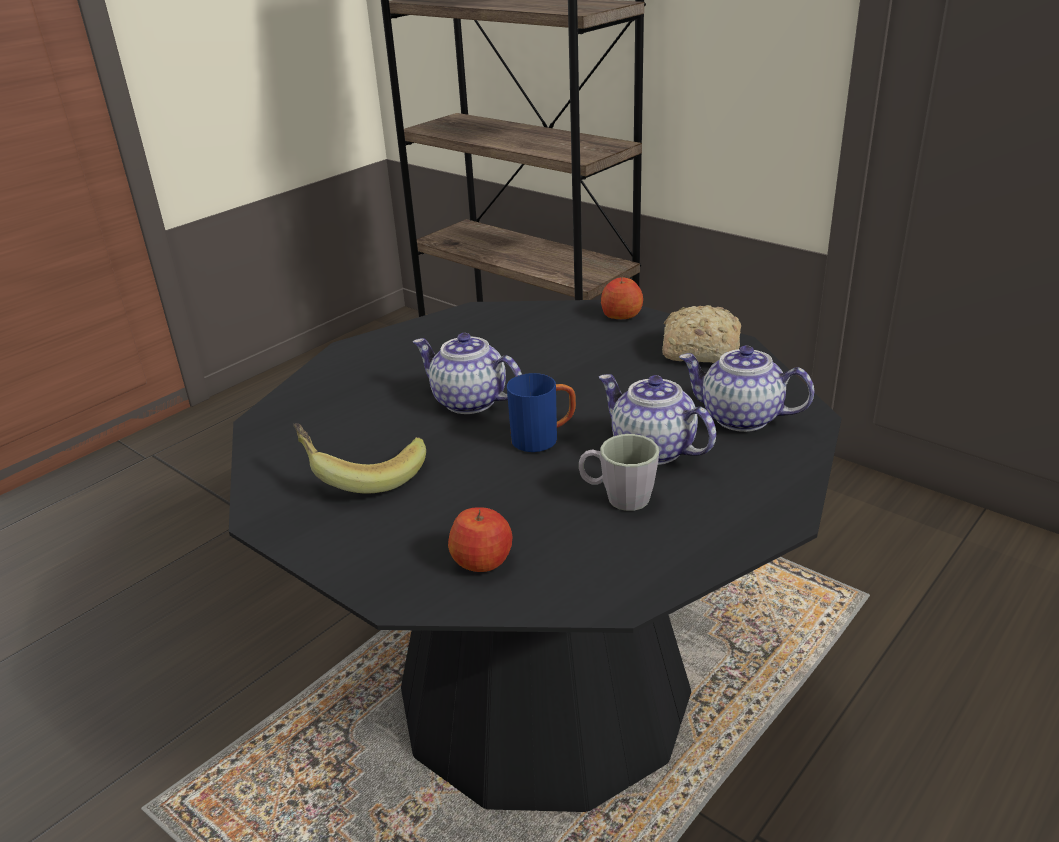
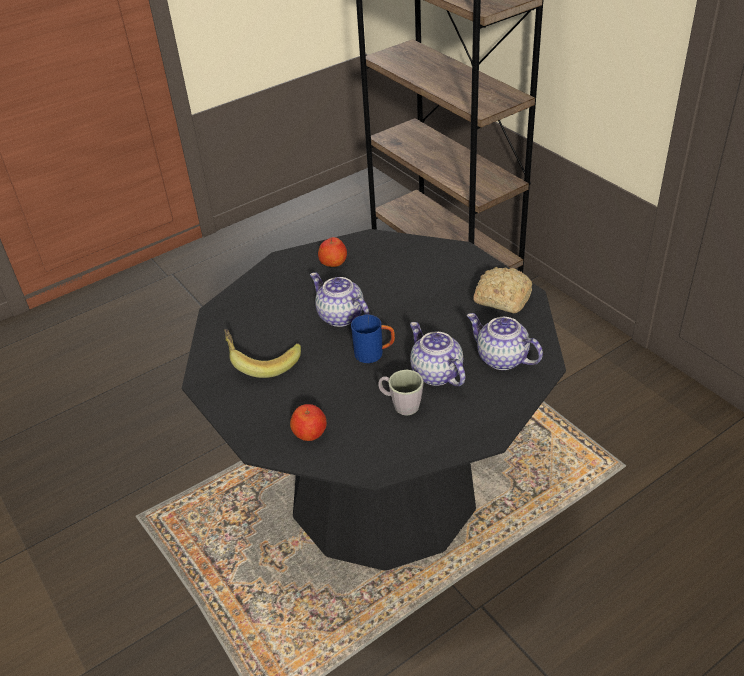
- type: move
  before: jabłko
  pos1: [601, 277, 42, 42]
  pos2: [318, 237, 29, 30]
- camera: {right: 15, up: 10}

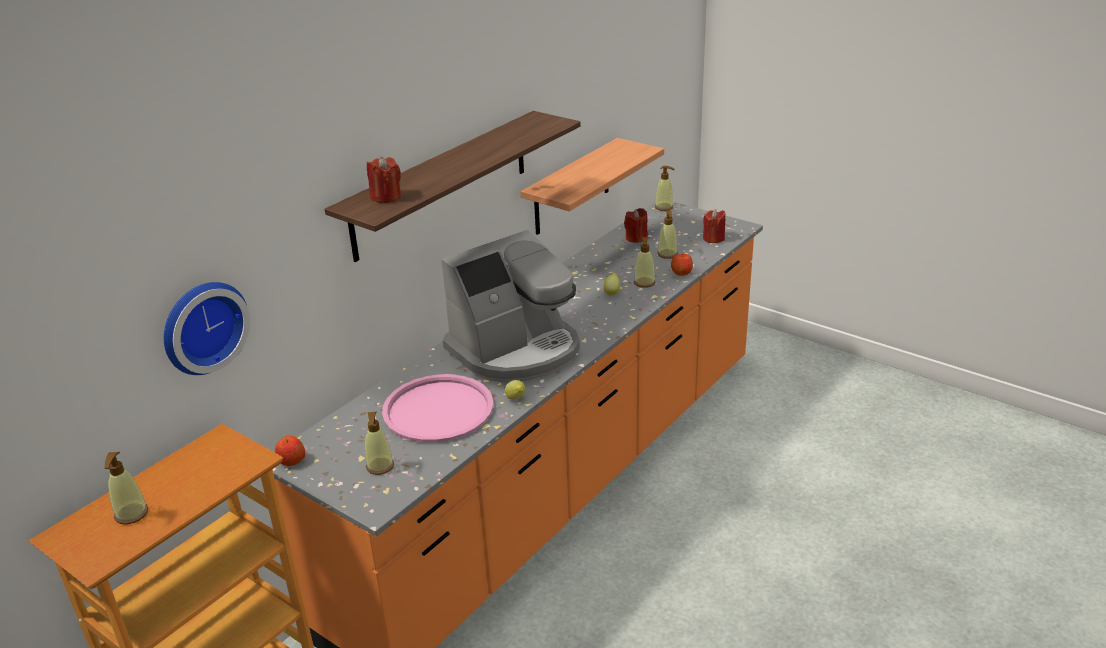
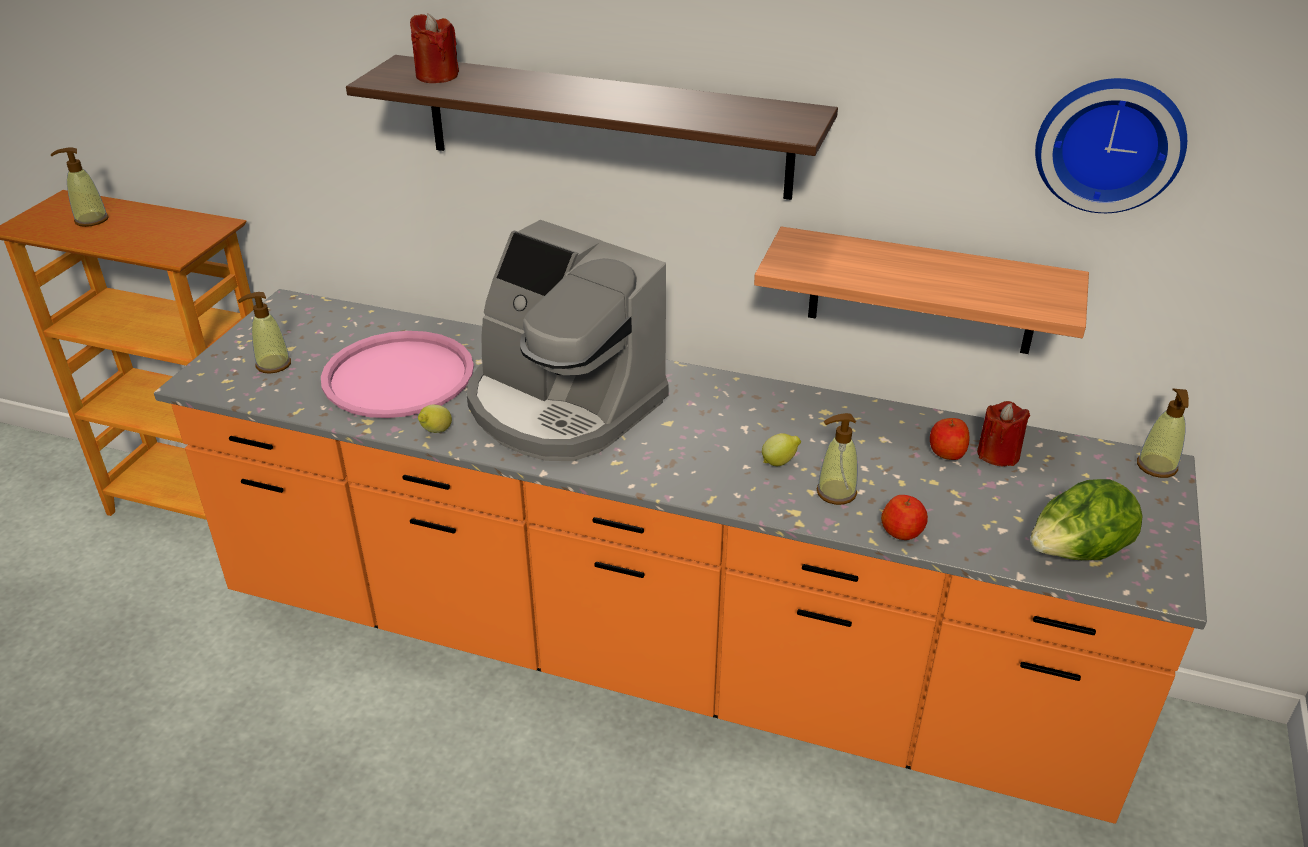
- type: replace
  before: świeca [czerwony]
  after: sałata
  pos1: [703, 209, 22, 34]
  pos2: [1030, 479, 112, 81]
- type: delete
  before: dozownik mydła
  pos1: [657, 210, 21, 49]
- type: move
  before: zegar ścienny
  pos1: [164, 282, 86, 93]
  pos2: [1035, 78, 152, 135]
- type: move
  before: jabłko
  pos1: [275, 435, 30, 31]
  pos2: [930, 418, 39, 42]
- camera: {right: 70, up: 5}

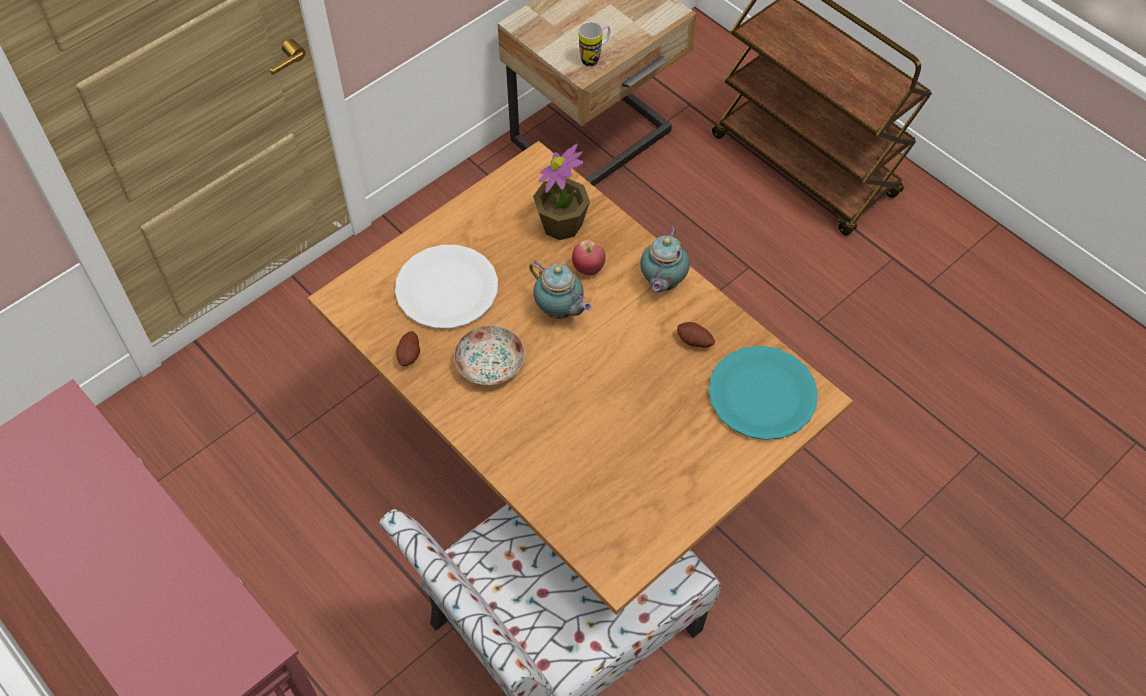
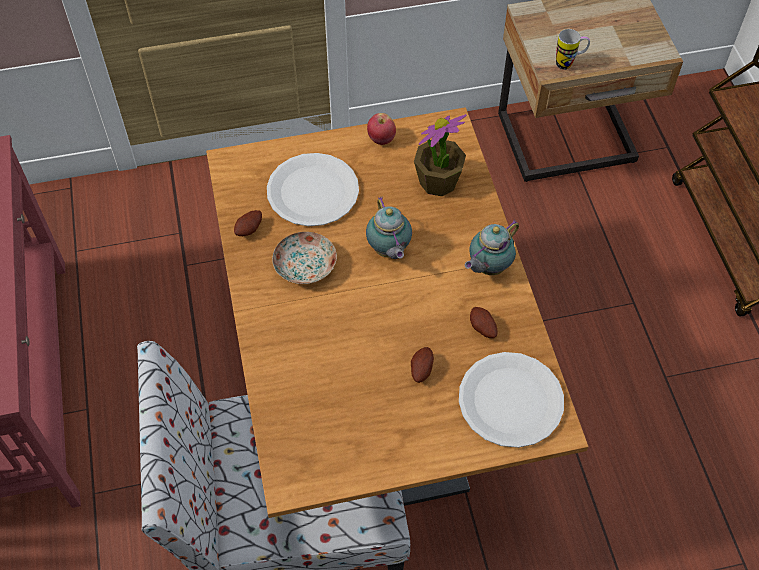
- type: move
  before: jabłko
  pos1: [572, 240, 34, 35]
  pos2: [367, 113, 29, 32]
- type: recolor
  before: talerz [turkusowy]
  after: talerz [biały]
  pos1: [708, 346, 110, 94]
  pos2: [459, 352, 105, 96]
- type: insert
  after: ziemniak
  pos2: [411, 347, 23, 36]
- camera: {right: 30, up: 0}

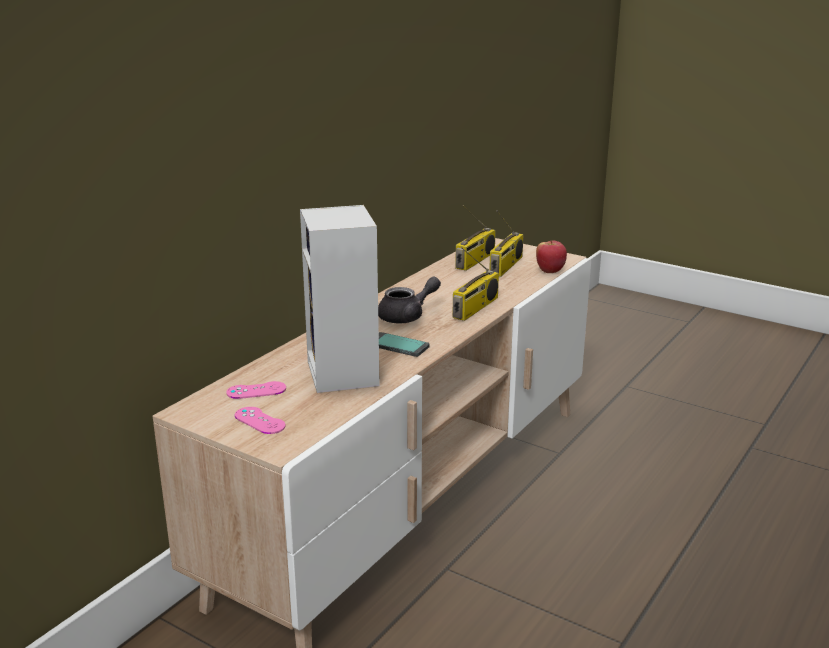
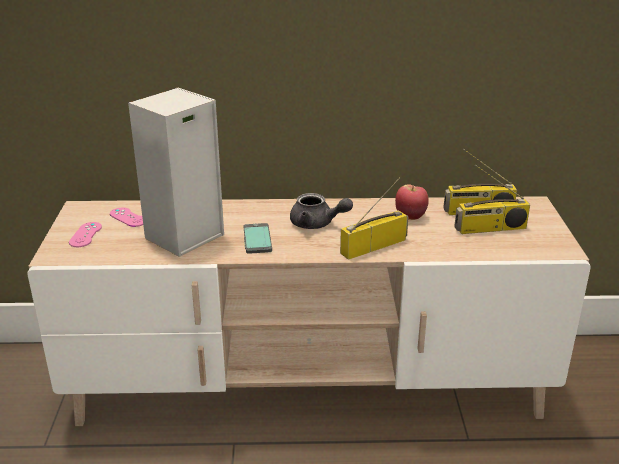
- type: move
  before: jabłko
  pos1: [536, 241, 31, 32]
  pos2: [395, 184, 34, 36]
- type: rotate
  before: radio
  pos1: [452, 247, 47, 74]
  pos2: [340, 178, 69, 82]
  turn: 150
- camera: {right: 55, up: 5}

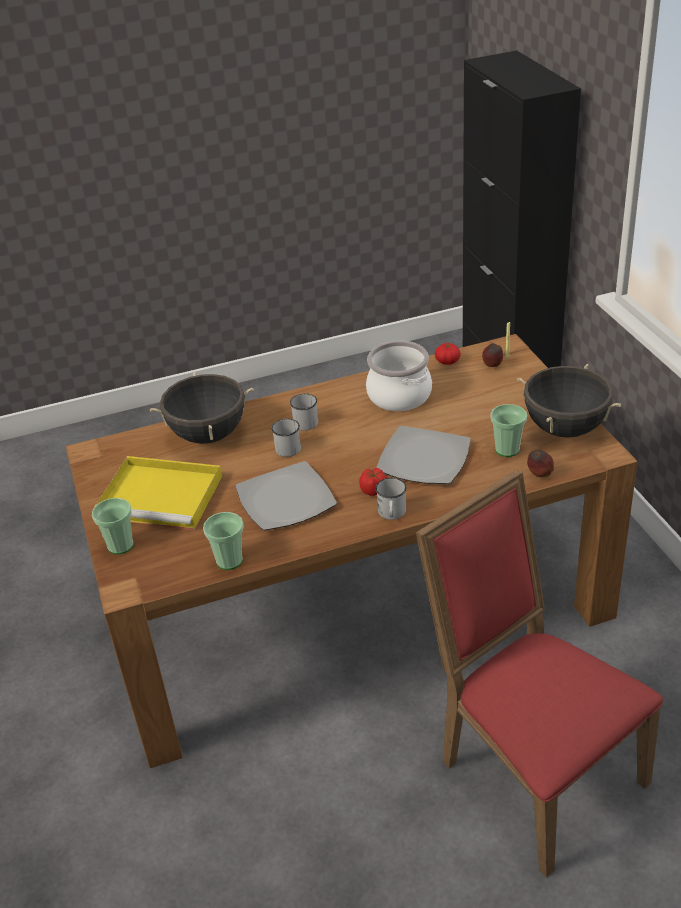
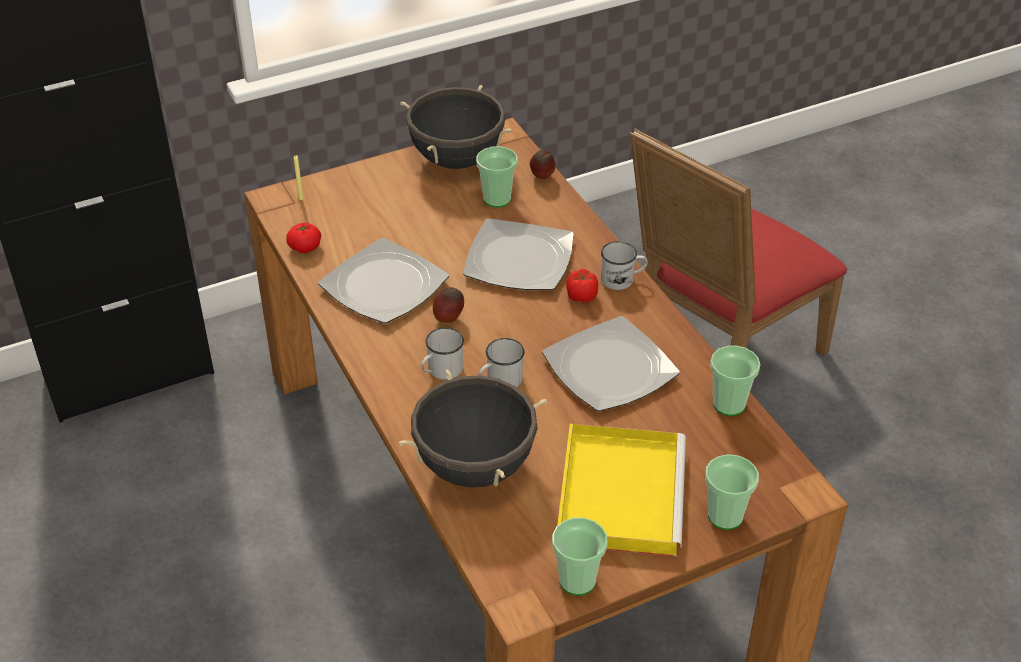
- type: replace
  before: garnek
  after: talerz
  pos1: [366, 341, 66, 70]
  pos2: [318, 238, 131, 85]
- type: move
  before: jabłko
  pos1: [482, 343, 21, 24]
  pos2: [433, 287, 31, 36]
- type: insert
  after: filiżanka
  pos2: [552, 518, 56, 77]
- camera: {right: -100, up: 5}

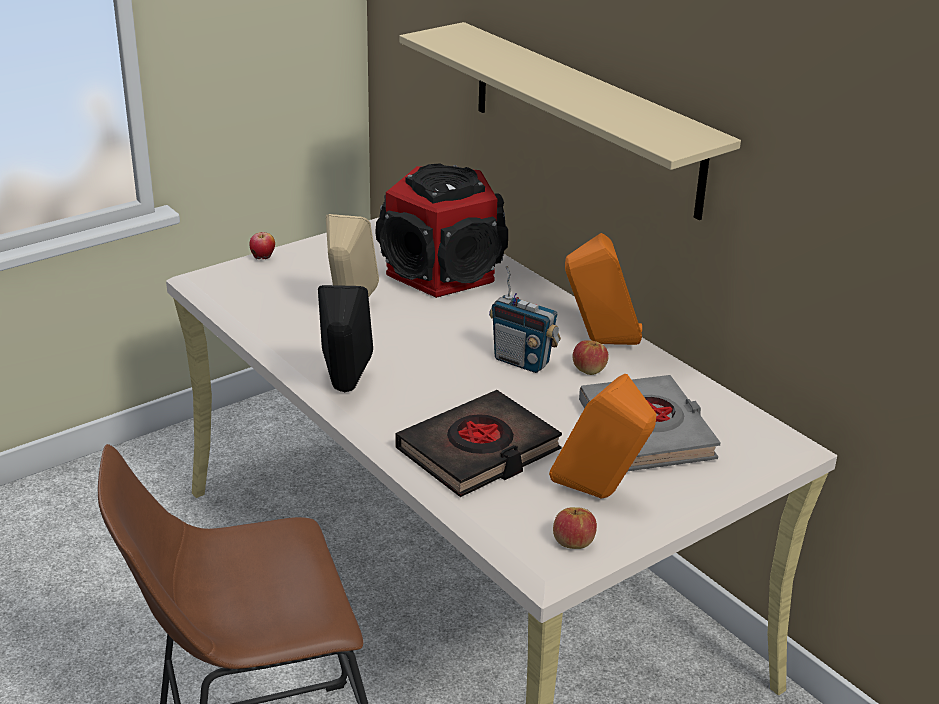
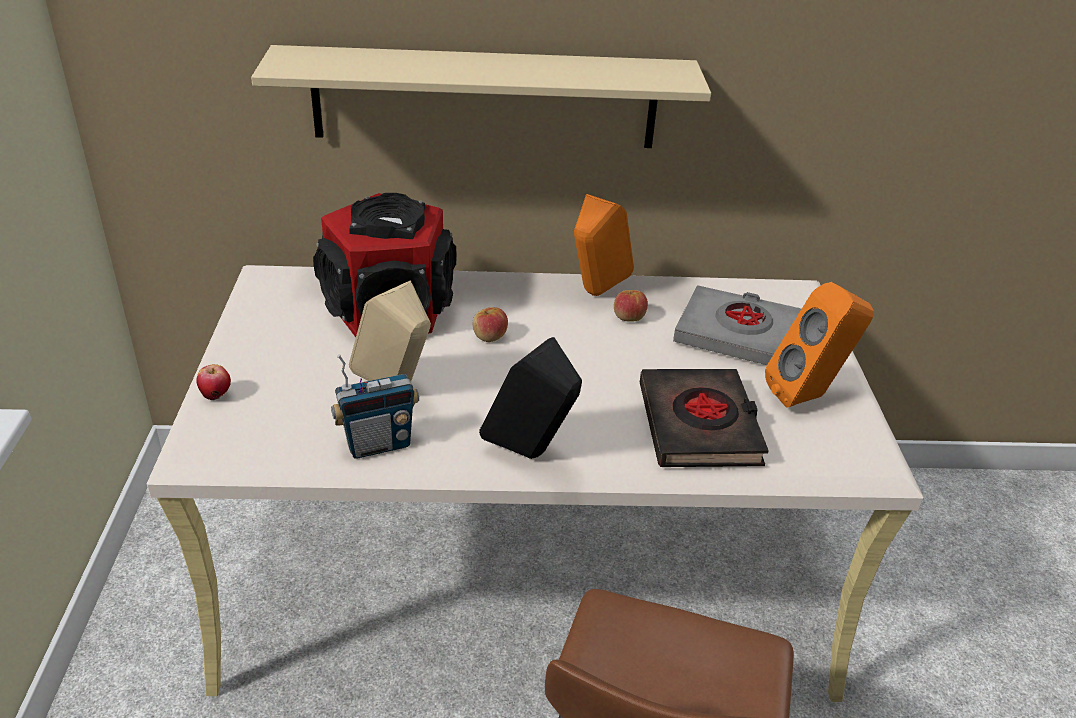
- type: move
  before: radio
  pos1: [489, 265, 72, 108]
  pos2: [331, 354, 88, 105]
- type: move
  before: jabłko
  pos1: [553, 507, 44, 42]
  pos2: [473, 307, 35, 35]
- camera: {right: -55, up: 5}

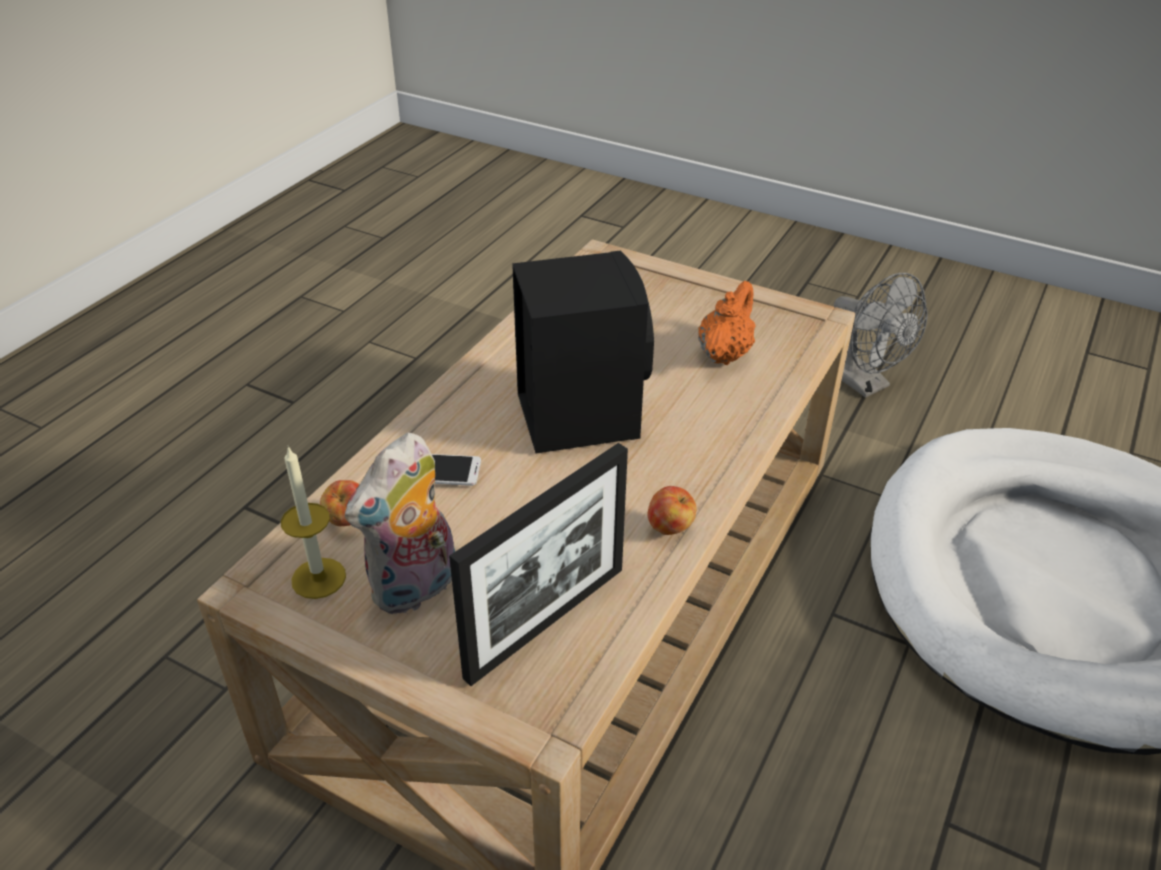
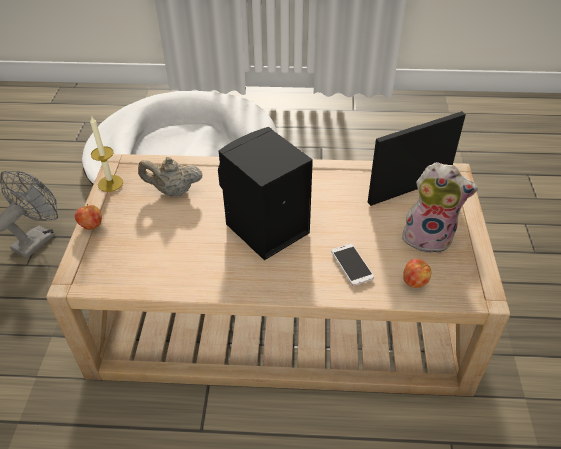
- type: recolor
  before: imbryk [pomarańczowy]
  after: imbryk [beżowy]
  pos1: [698, 281, 58, 84]
  pos2: [138, 157, 64, 40]
- type: rotate
  before: ramka na zdjęcie
  pos1: [449, 443, 179, 243]
  pos2: [368, 111, 98, 95]
  turn: -45
- type: move
  before: świeca
  pos1: [281, 446, 65, 153]
  pos2: [90, 115, 33, 77]
- type: move
  before: jabłko
  pos1: [648, 486, 49, 49]
  pos2: [75, 204, 27, 26]
- camera: {right: -115, up: 5}

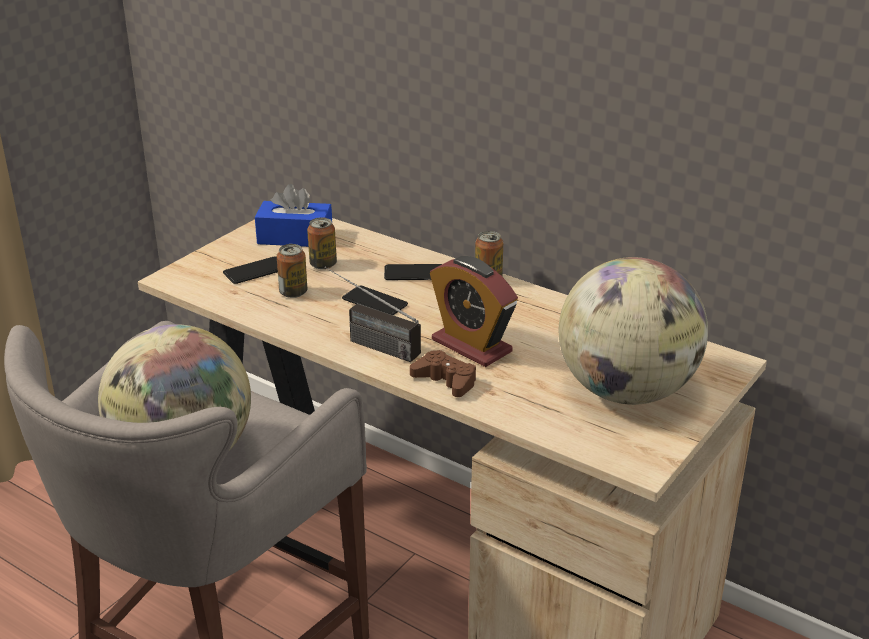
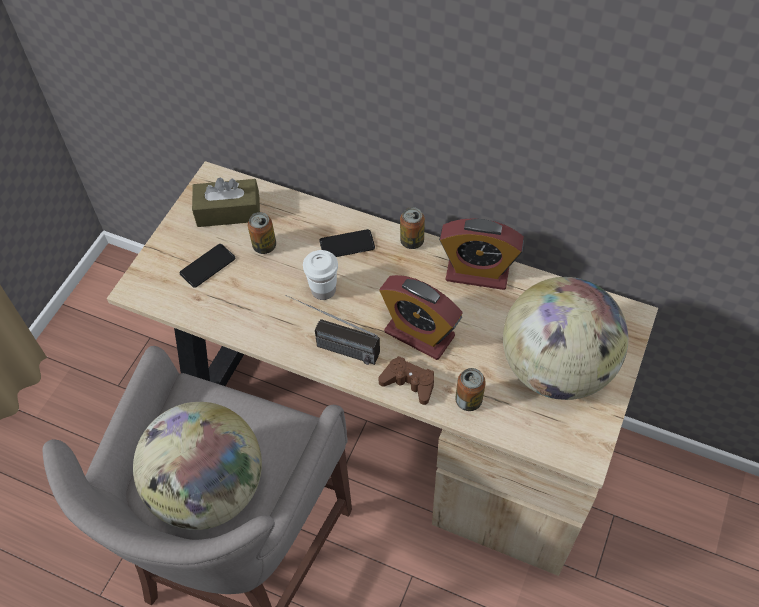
- type: recolor
  before: pudełko chusteczek [niebieski]
  after: pudełko chusteczek [brązowy]
  pos1: [255, 184, 77, 63]
  pos2: [192, 178, 68, 49]
- type: move
  before: puszka
  pos1: [277, 244, 30, 54]
  pos2: [455, 368, 31, 43]
- type: replace
  before: telefon
  after: filiżanka [biały]
  pos1: [342, 286, 66, 29]
  pos2: [303, 250, 35, 50]
- type: insert
  after: budzik
  pos2: [439, 218, 85, 72]
- camera: {right: -10, up: 25}

